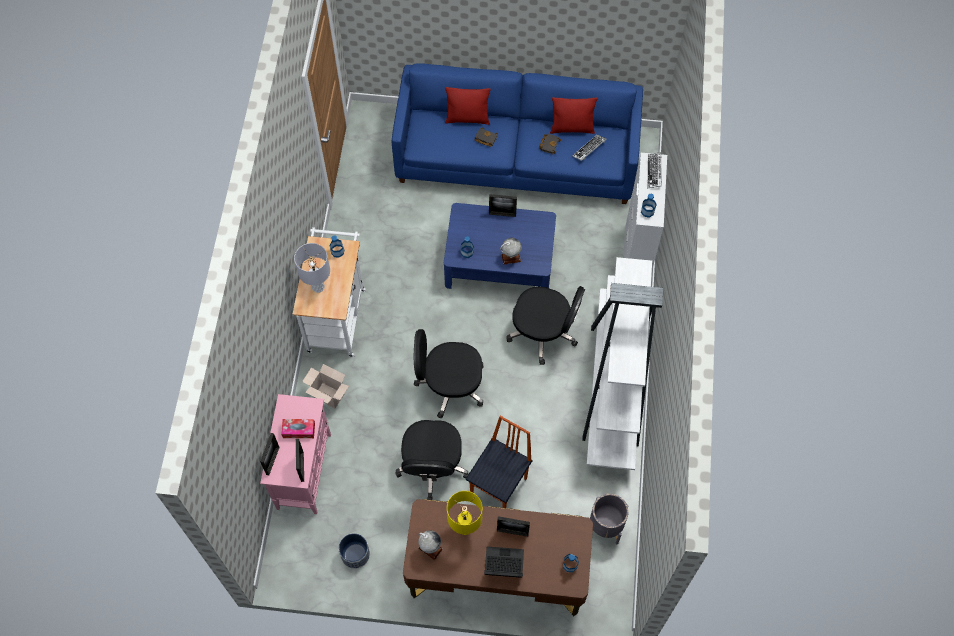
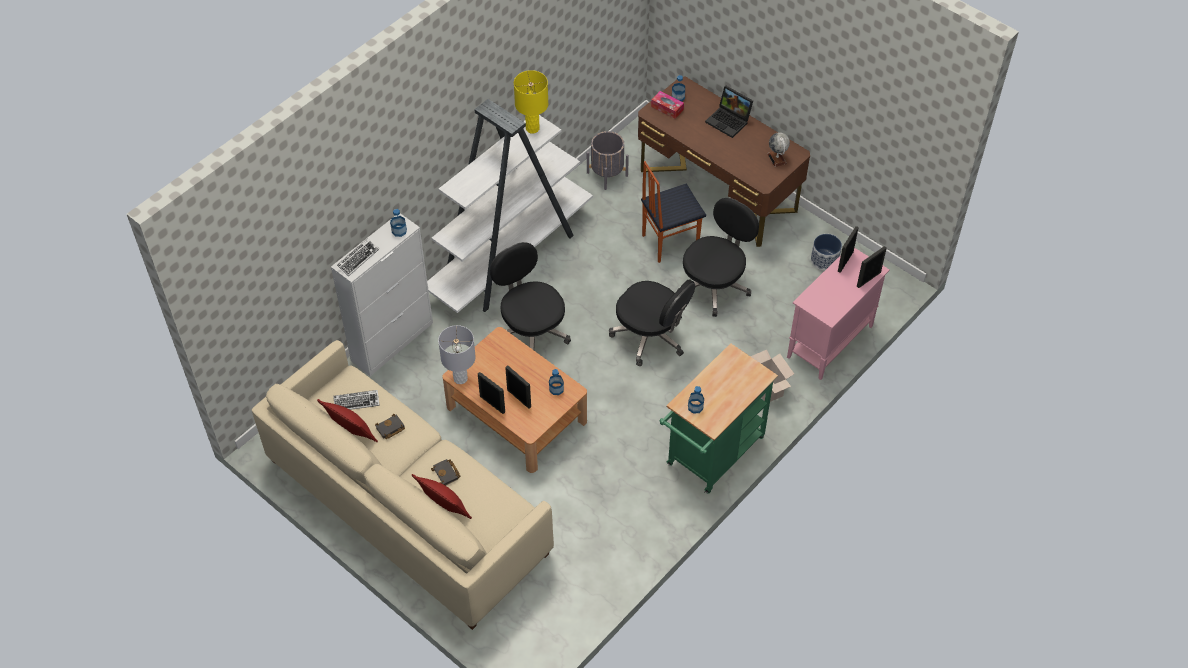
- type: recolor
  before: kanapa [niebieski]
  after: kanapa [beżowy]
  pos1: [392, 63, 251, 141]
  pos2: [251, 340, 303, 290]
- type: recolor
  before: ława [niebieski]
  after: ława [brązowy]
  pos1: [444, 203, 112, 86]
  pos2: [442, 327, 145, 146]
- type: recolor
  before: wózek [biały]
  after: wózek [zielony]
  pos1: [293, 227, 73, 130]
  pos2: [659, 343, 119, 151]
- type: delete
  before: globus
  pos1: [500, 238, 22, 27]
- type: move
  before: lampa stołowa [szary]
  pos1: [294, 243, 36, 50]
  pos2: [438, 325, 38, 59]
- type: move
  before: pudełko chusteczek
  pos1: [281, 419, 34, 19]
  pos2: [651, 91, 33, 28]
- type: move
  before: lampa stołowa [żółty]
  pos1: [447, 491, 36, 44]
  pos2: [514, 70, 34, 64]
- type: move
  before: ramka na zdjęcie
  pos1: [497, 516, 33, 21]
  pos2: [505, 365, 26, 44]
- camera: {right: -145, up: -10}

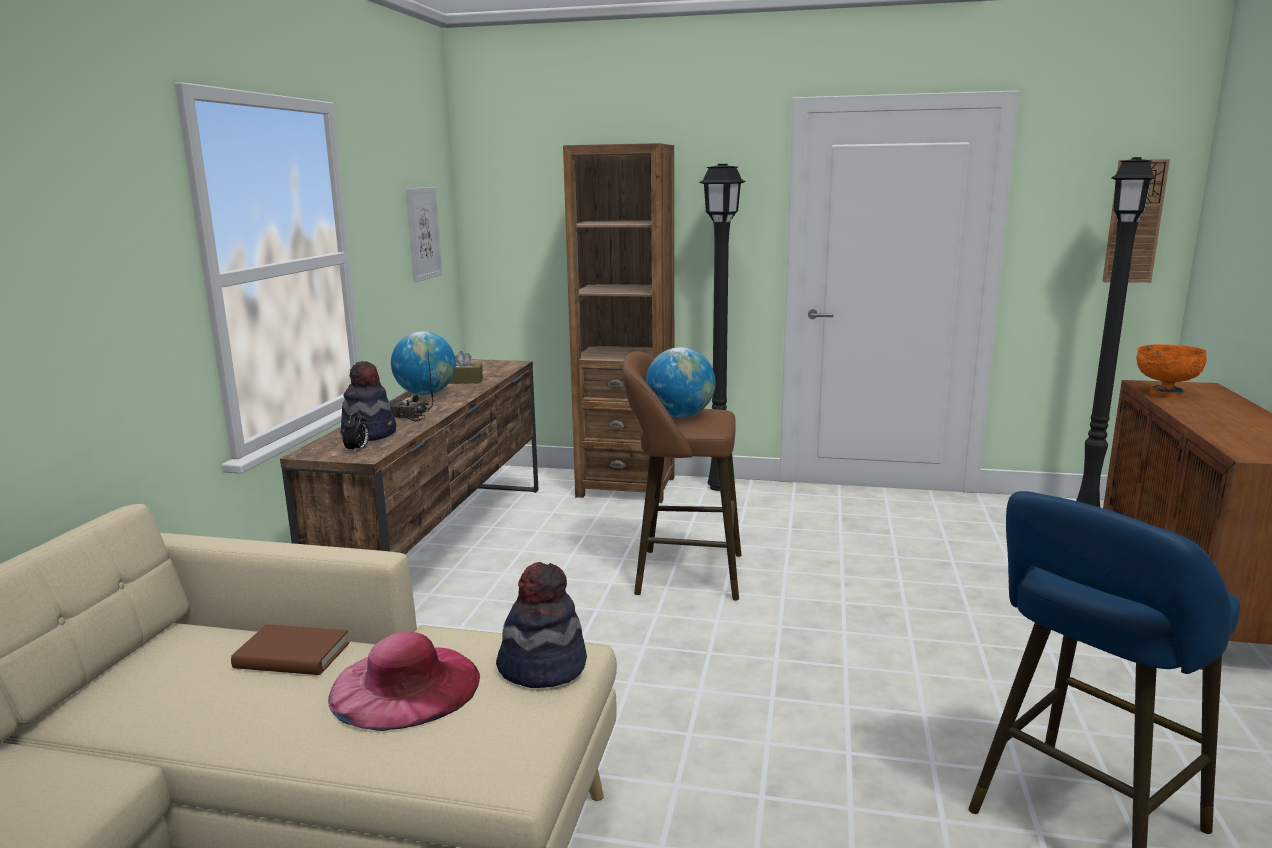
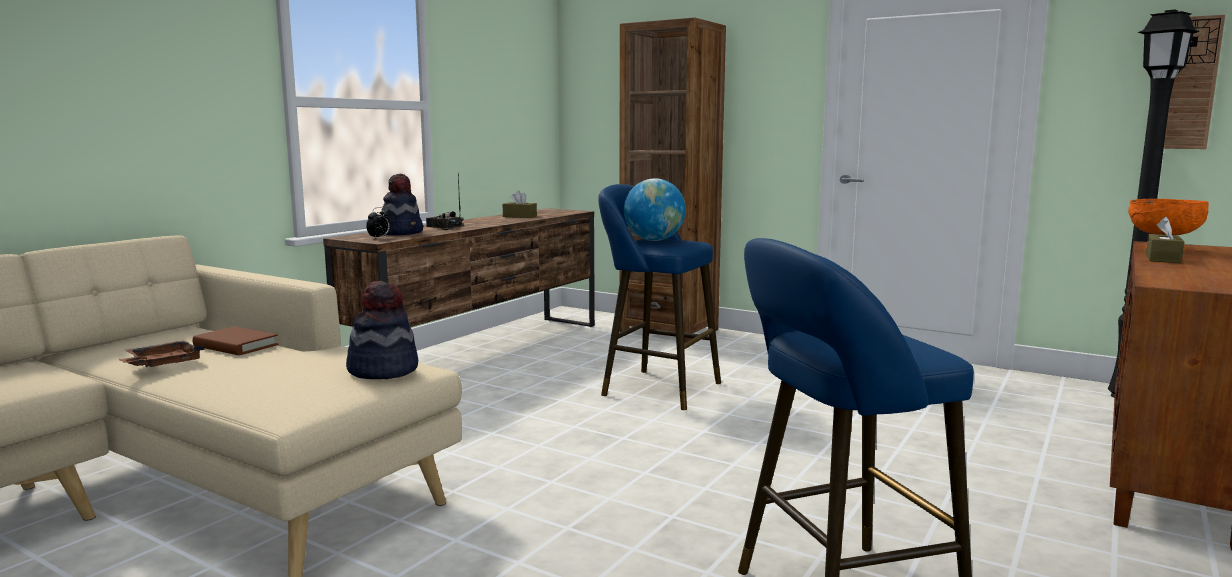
- type: delete
  before: lampa stojąca [czarny]
  pos1: [699, 164, 47, 327]
- type: delete
  before: obraz
  pos1: [406, 187, 36, 95]
- type: delete
  before: globus
  pos1: [391, 331, 65, 64]
- type: recolor
  before: stołek [brązowy]
  after: stołek [niebieski]
  pos1: [622, 351, 119, 250]
  pos2: [598, 184, 123, 226]
- type: delete
  before: kapelusz [różowy]
  pos1: [328, 632, 152, 99]
- type: insert
  after: pudełko chusteczek [brązowy]
  pos2: [1146, 217, 38, 46]
- type: insert
  after: taca [brązowy]
  pos2: [119, 340, 85, 27]
- camera: {right: 20, up: -5}

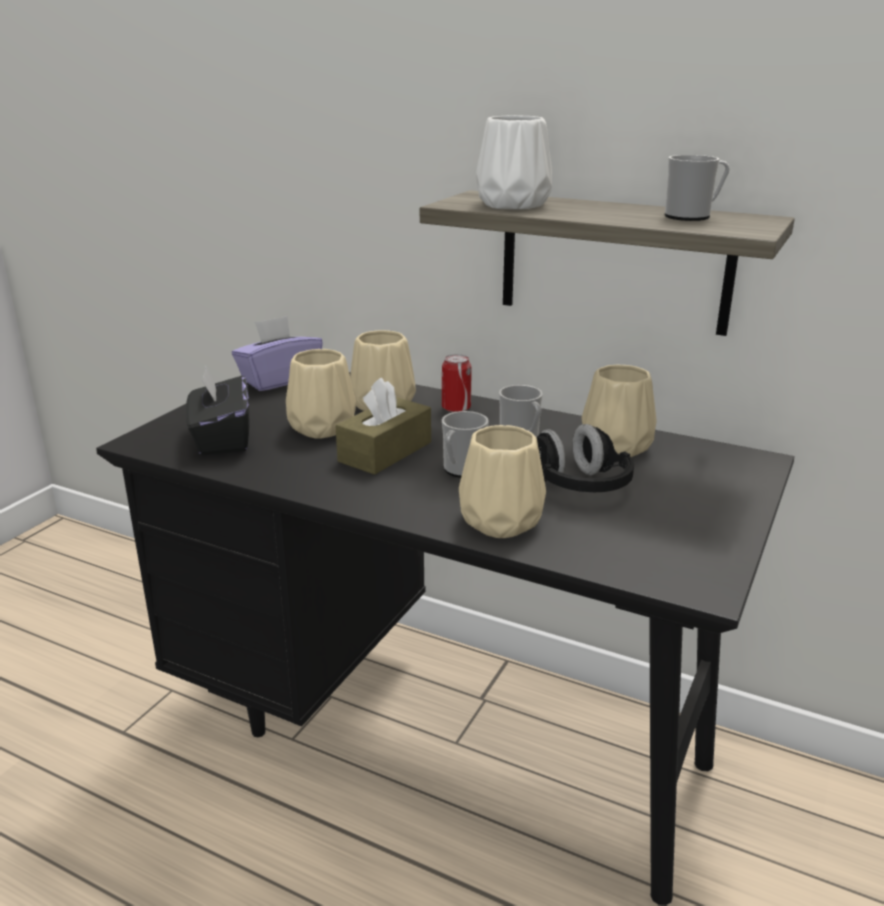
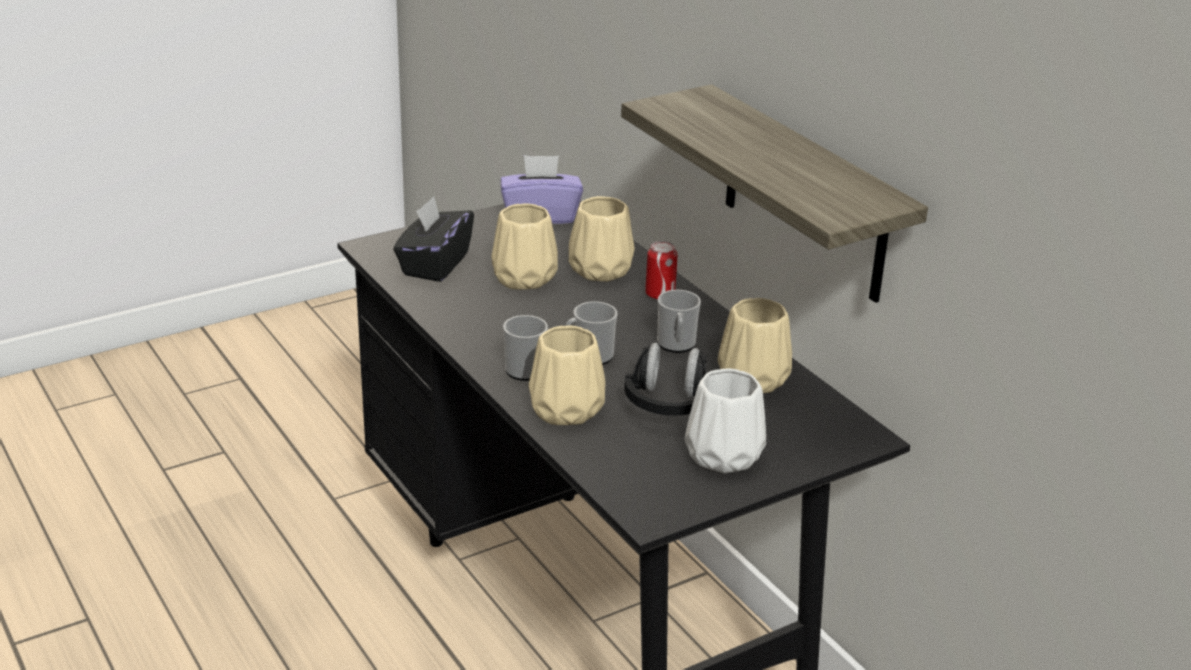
- type: move
  before: wazon [biały]
  pos1: [476, 115, 76, 94]
  pos2: [685, 369, 81, 104]
- type: move
  before: kubek
  pos1: [665, 155, 65, 66]
  pos2: [503, 315, 45, 66]
- type: delete
  before: pudełko chusteczek [brązowy]
  pos1: [335, 378, 96, 97]
- camera: {right: 30, up: 5}

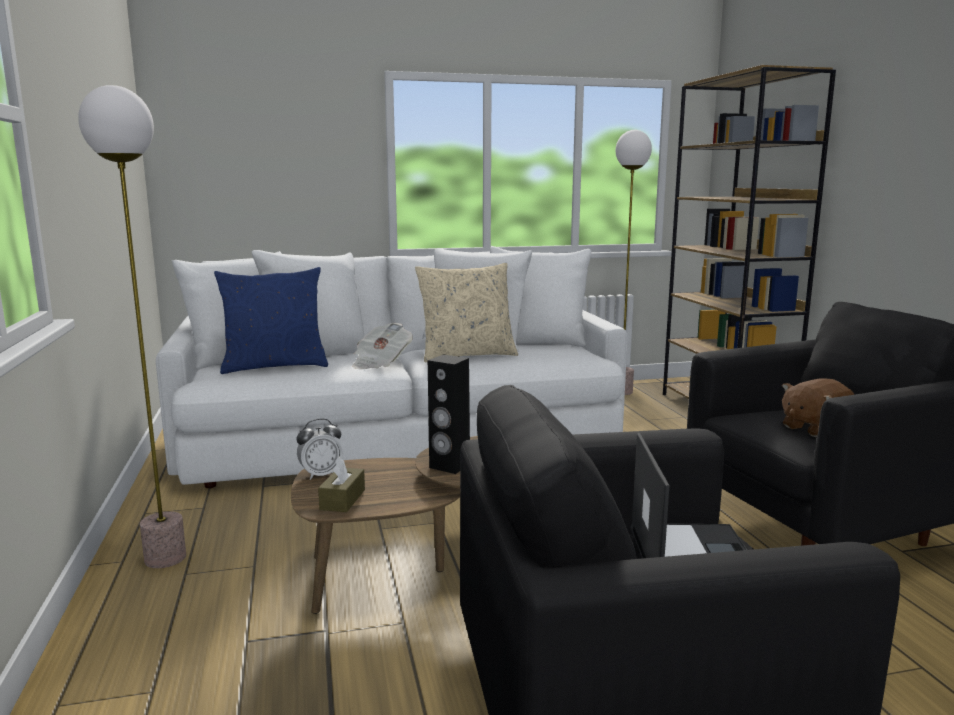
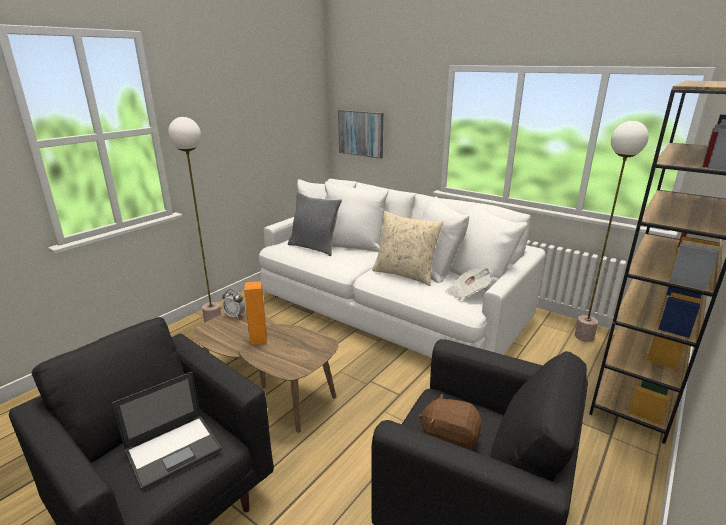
- type: recolor
  before: poduszka [niebieski]
  after: poduszka [szary]
  pos1: [214, 267, 114, 107]
  pos2: [288, 192, 54, 64]
- type: move
  before: gazeta
  pos1: [352, 323, 61, 46]
  pos2: [445, 268, 47, 31]
- type: recolor
  before: głośnik [czarny]
  after: głośnik [pomarańczowy]
  pos1: [428, 354, 42, 120]
  pos2: [244, 281, 23, 64]
- type: delete
  before: pudełko chusteczek [brązowy]
  pos1: [318, 457, 47, 55]
- type: insert
  after: obraz
  pos2: [338, 110, 45, 49]
- camera: {right: 50, up: 10}

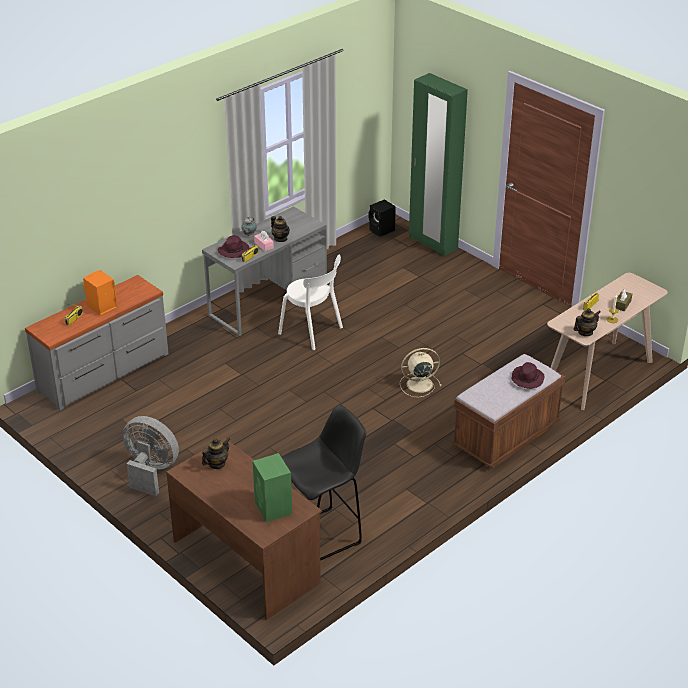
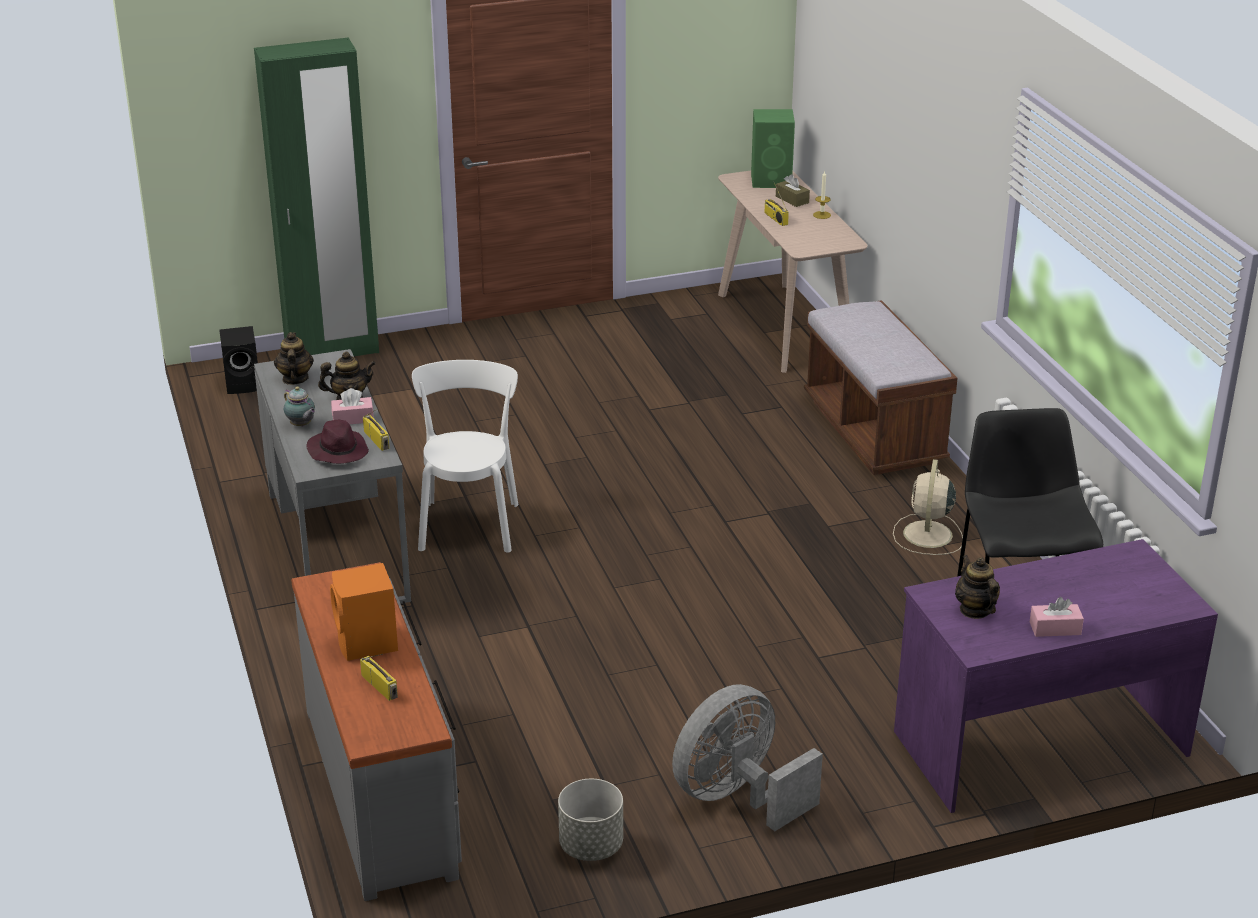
- type: rotate
  before: krzesło [biały]
  pos1: [278, 254, 65, 96]
  pos2: [412, 360, 106, 193]
  turn: -60
- type: move
  before: imbryk
  pos1: [574, 308, 26, 28]
  pos2: [274, 332, 40, 53]
- type: move
  before: wentylator [beżowy]
  pos1: [400, 348, 42, 50]
  pos2: [893, 459, 70, 96]
- type: delete
  before: kapelusz [fioletowy]
  pos1: [511, 362, 33, 27]
- type: recolor
  before: biurko [brązowy]
  after: biurko [fioletowy]
  pos1: [166, 438, 156, 182]
  pos2: [894, 539, 324, 274]
- type: move
  before: głośnik [zielony]
  pos1: [252, 453, 40, 69]
  pos2: [751, 109, 44, 79]
- type: insert
  after: pudełko chusteczek [różowy]
  pos2: [1030, 597, 54, 40]
- type: insert
  after: donica [szary]
  pos2: [558, 779, 65, 82]
- camera: {right: -65, up: -5}

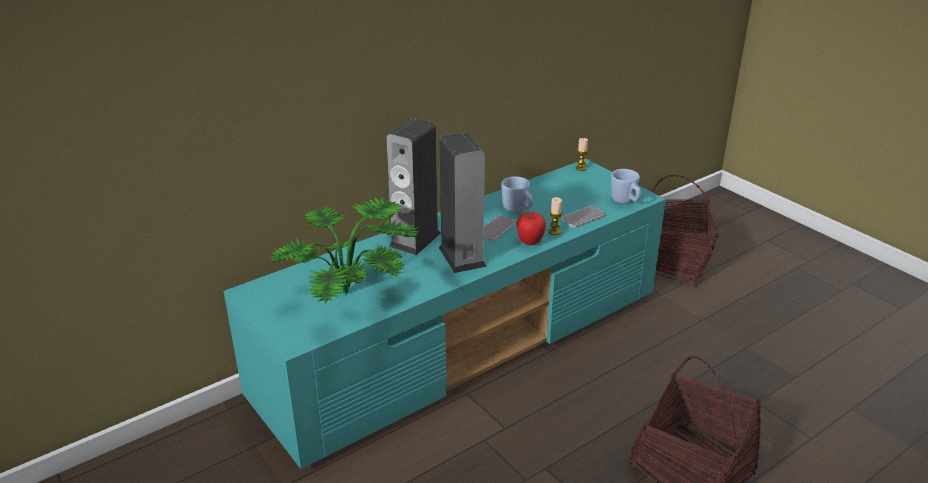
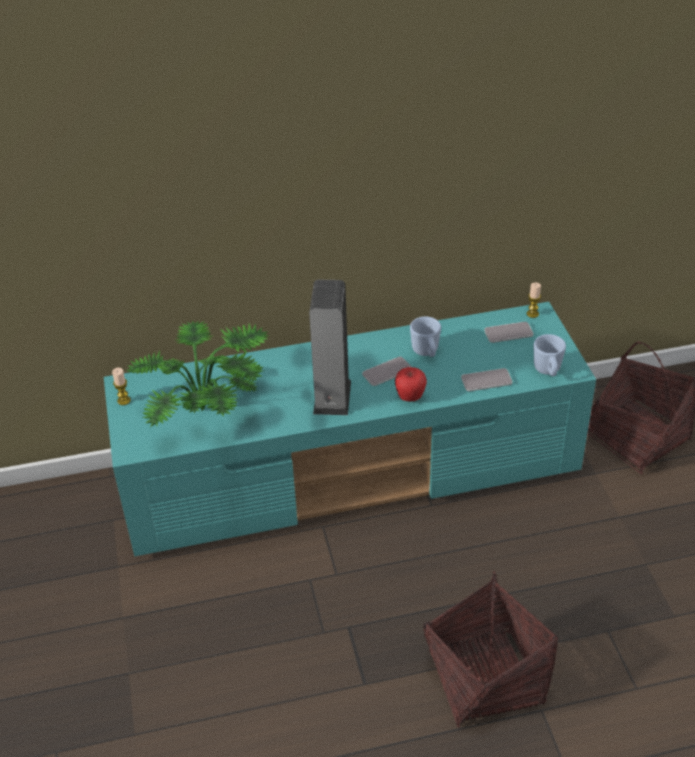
- type: delete
  before: głośnik
  pos1: [386, 118, 55, 137]
- type: move
  before: świeca
  pos1: [549, 197, 13, 38]
  pos2: [112, 368, 19, 37]
- type: insert
  after: telefon
  pos2: [484, 322, 49, 21]
- camera: {right: 25, up: 10}

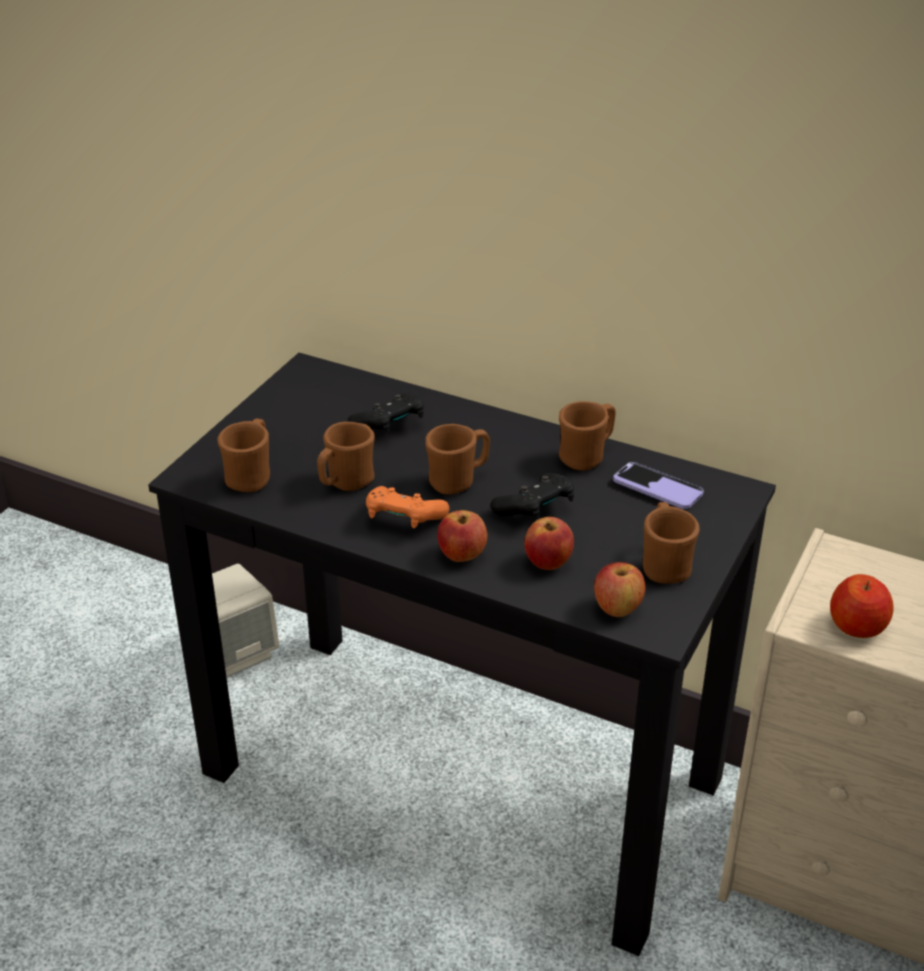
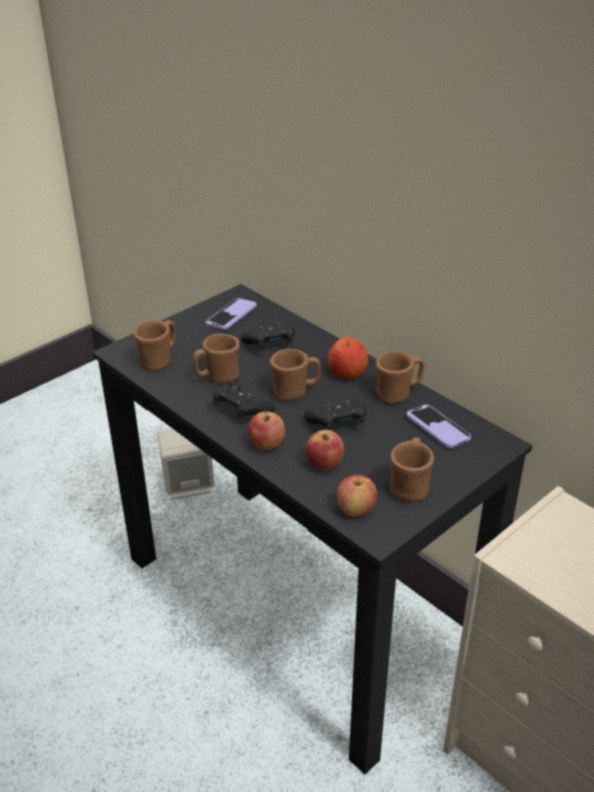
- type: recolor
  before: pad do gier [pomarańczowy]
  after: pad do gier [czarny]
  pos1: [366, 486, 83, 42]
  pos2: [213, 384, 62, 34]
- type: move
  before: jabłko
  pos1: [830, 574, 64, 64]
  pos2: [327, 337, 41, 42]
- type: insert
  after: telefon
  pos2: [206, 298, 51, 32]
- camera: {right: 20, up: 0}

